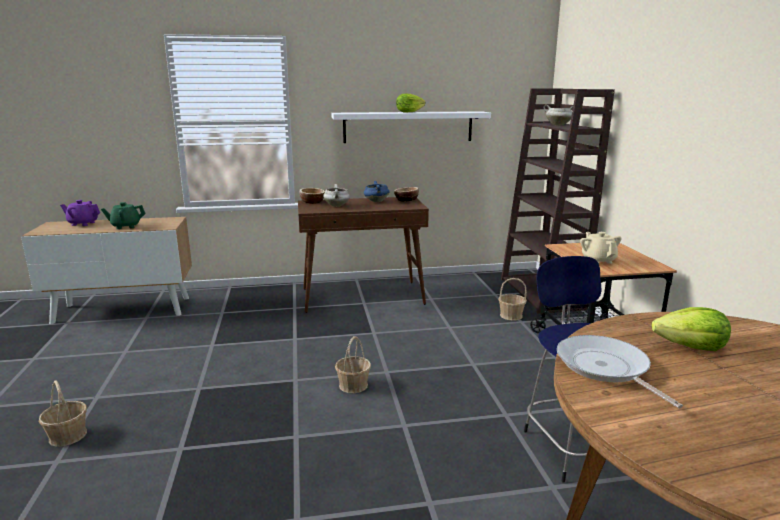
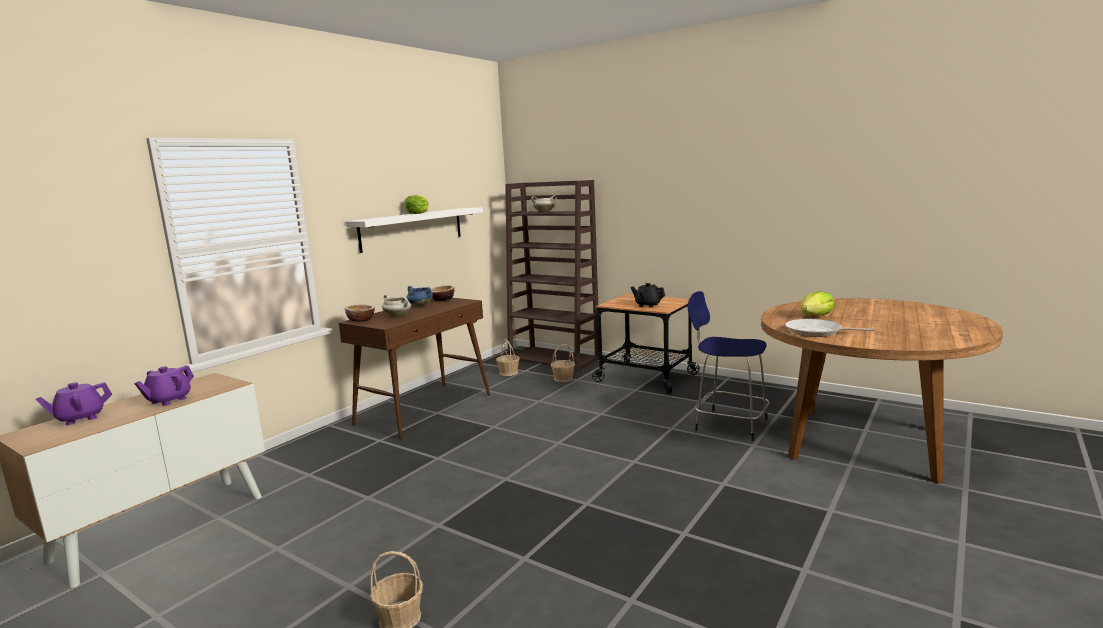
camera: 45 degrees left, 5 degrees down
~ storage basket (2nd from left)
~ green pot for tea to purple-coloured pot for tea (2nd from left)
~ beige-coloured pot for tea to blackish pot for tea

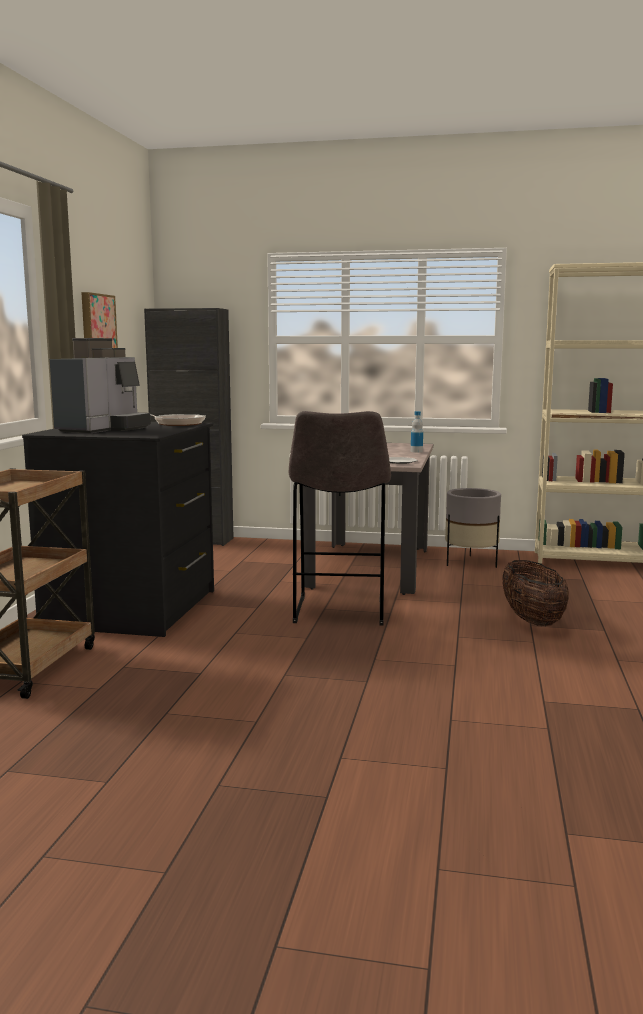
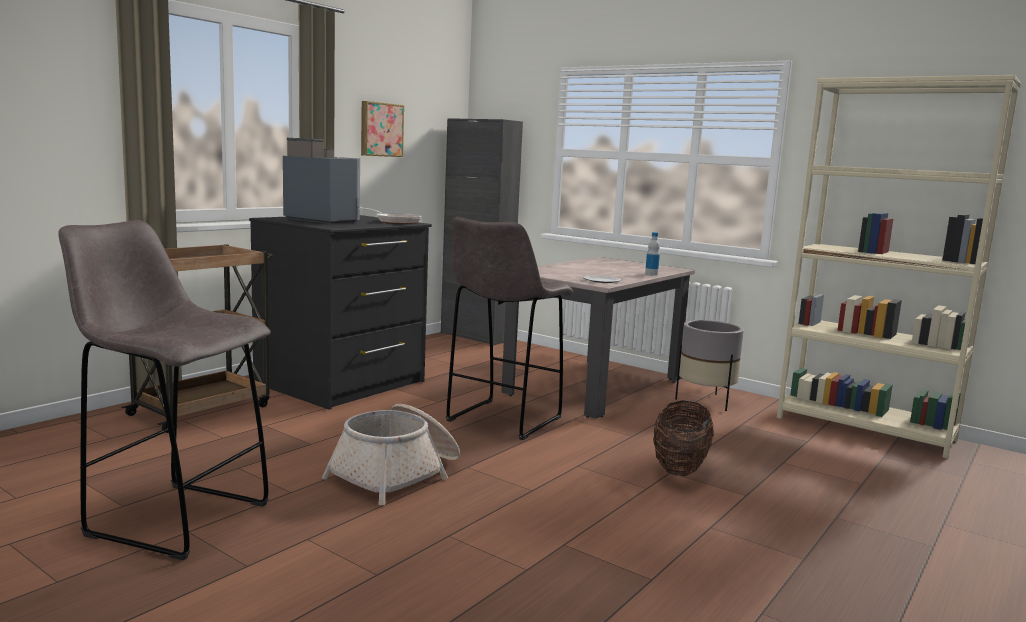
camera: 25 degrees right, 0 degrees up
+ grey stool (1st from left)
+ storage basket (1st from left)
~ coffee machine 105 degrees counterclockwise

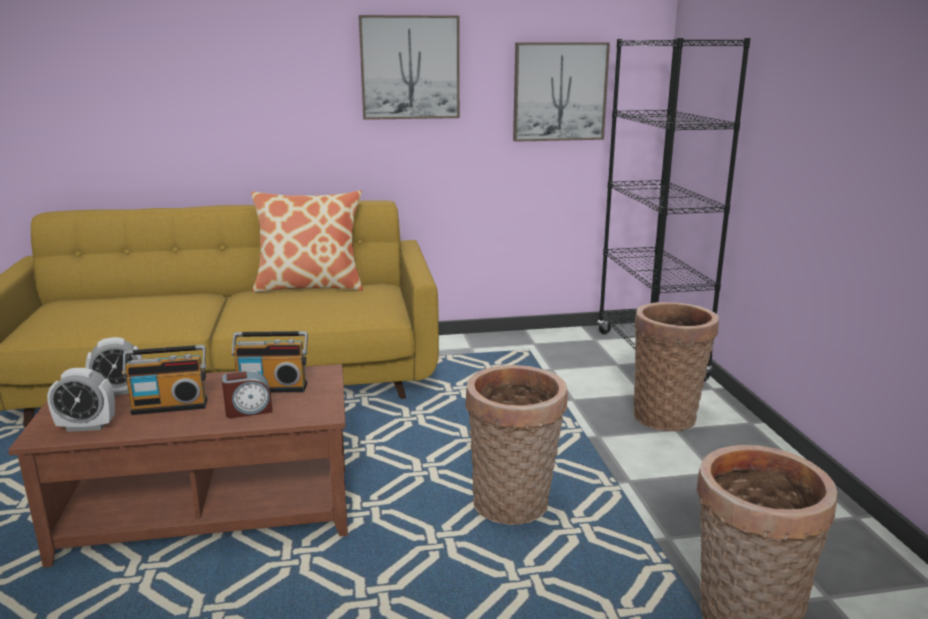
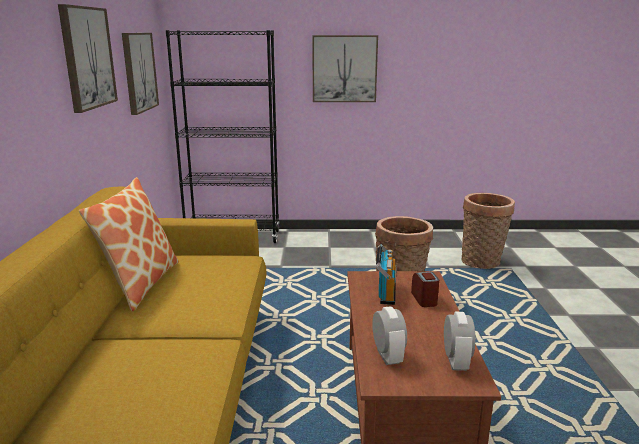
camera: 80 degrees left, 0 degrees up
- radio (1st from left)
- storage basket (2nd from left)
+ picture (3rd from left)

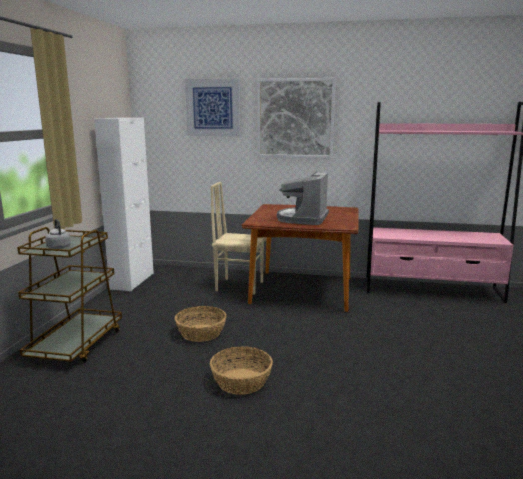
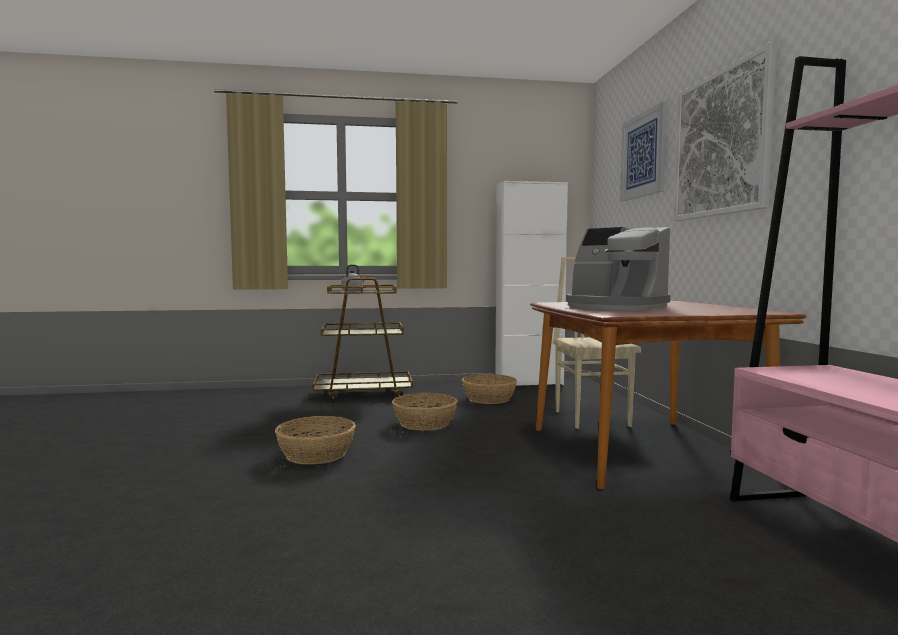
camera: 70 degrees right, 10 degrees down
+ storage basket (3rd from left)
~ coffee machine 135 degrees counterclockwise

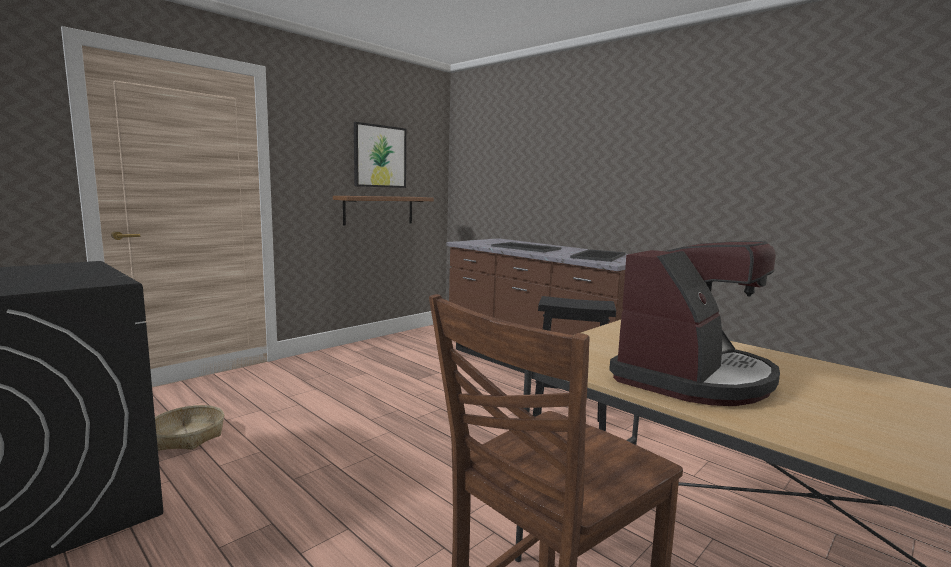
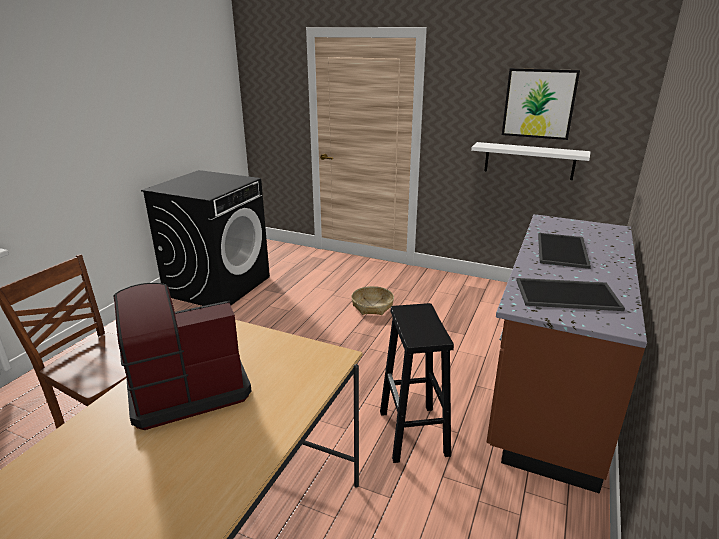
camera: 70 degrees right, 15 degrees up
~ storage basket
~ brown-coloured shelf to whitish shelf
~ coffee machine 135 degrees clockwise

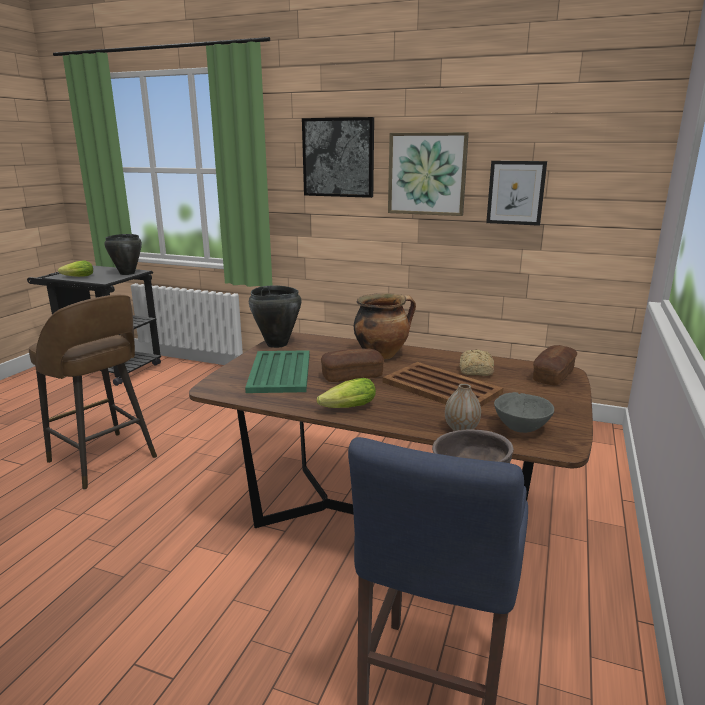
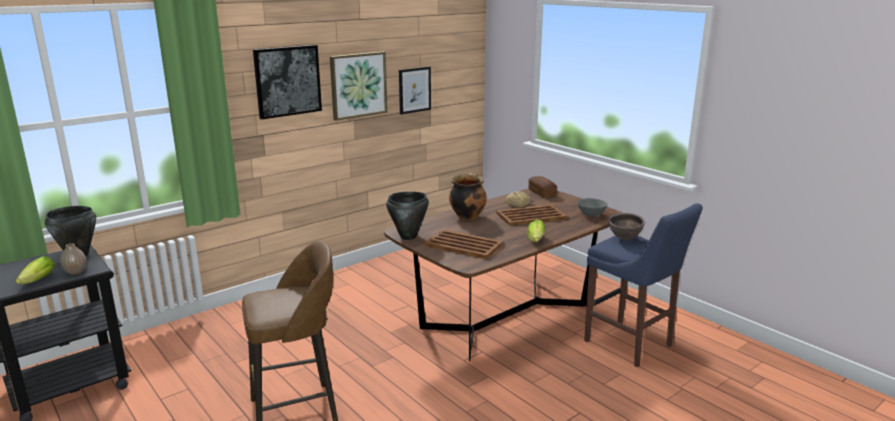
camera: 60 degrees left, 0 degrees up
- bread (1st from left)
~ vase
~ green tray to brown-coloured tray (1st from left)

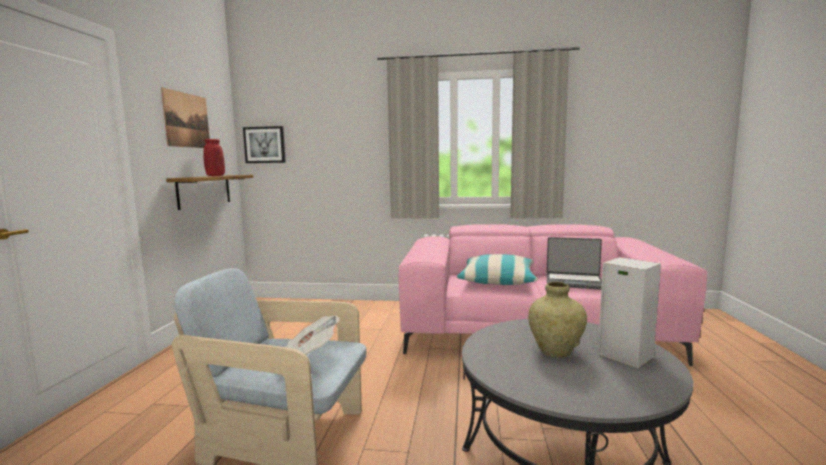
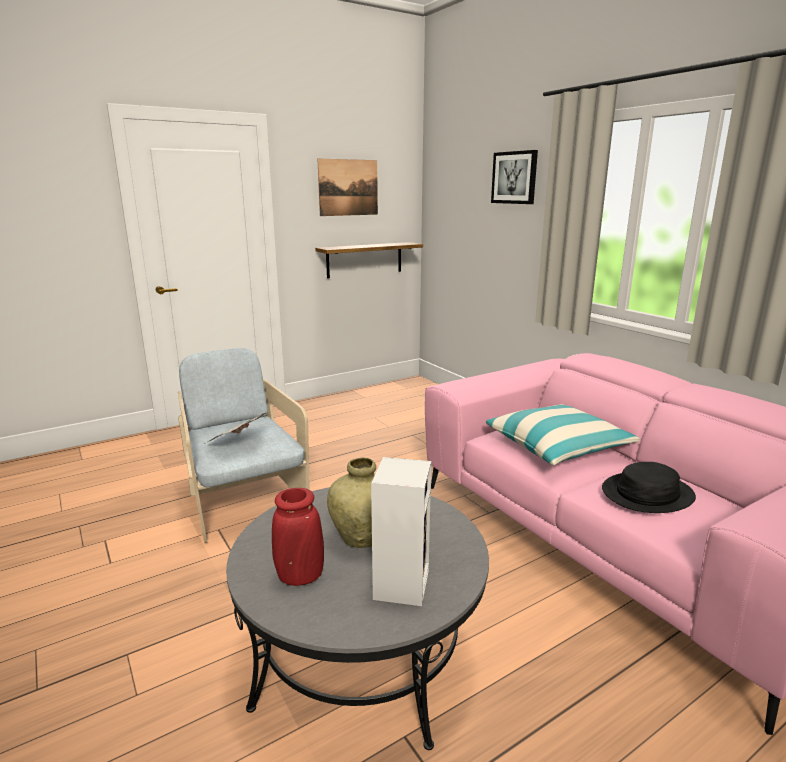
camera: 50 degrees right, 10 degrees up
~ red-coloured vase
~ picture (2nd from left)
~ portable computer to blackish wearable hat

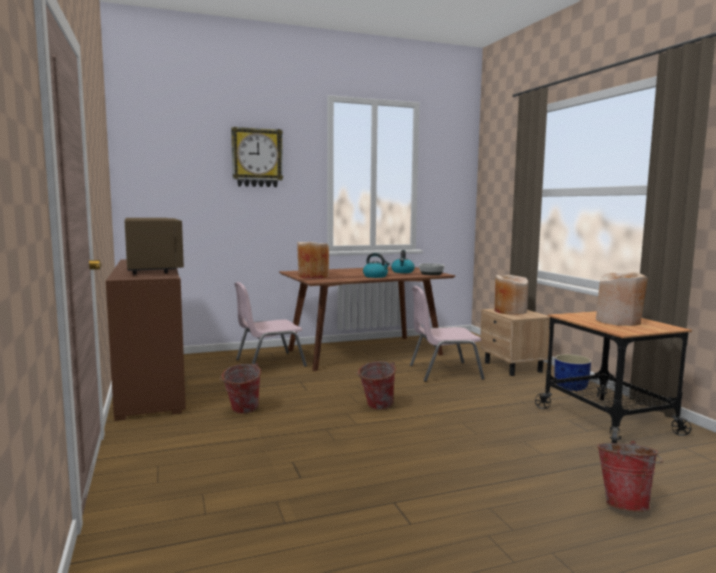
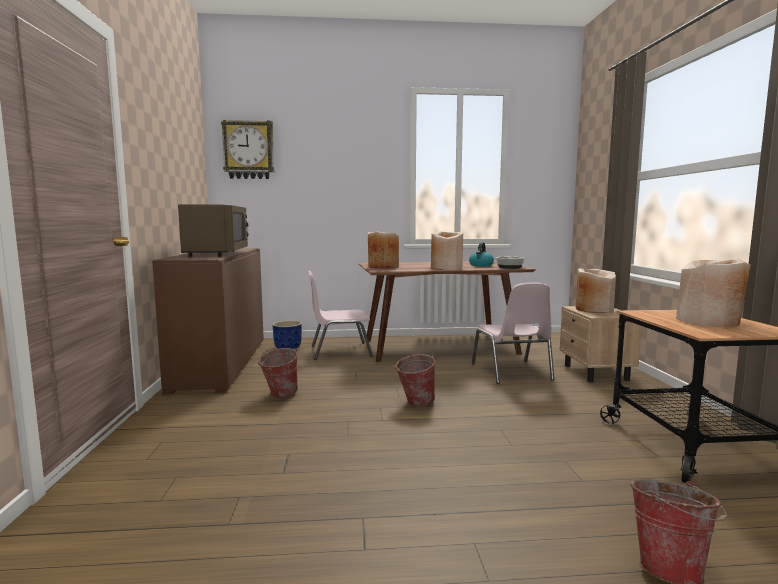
camera: 15 degrees right, 0 degrees up
~ clock on the wall
~ blue planter
~ water kettle (1st from left) to beige-coloured vase (2nd from left)
~ pink chair (2nd from left) 105 degrees counterclockwise

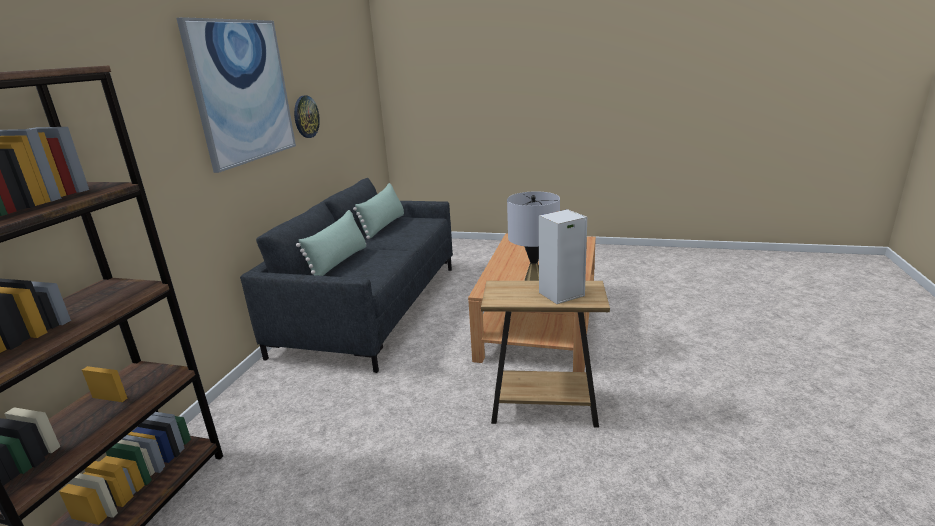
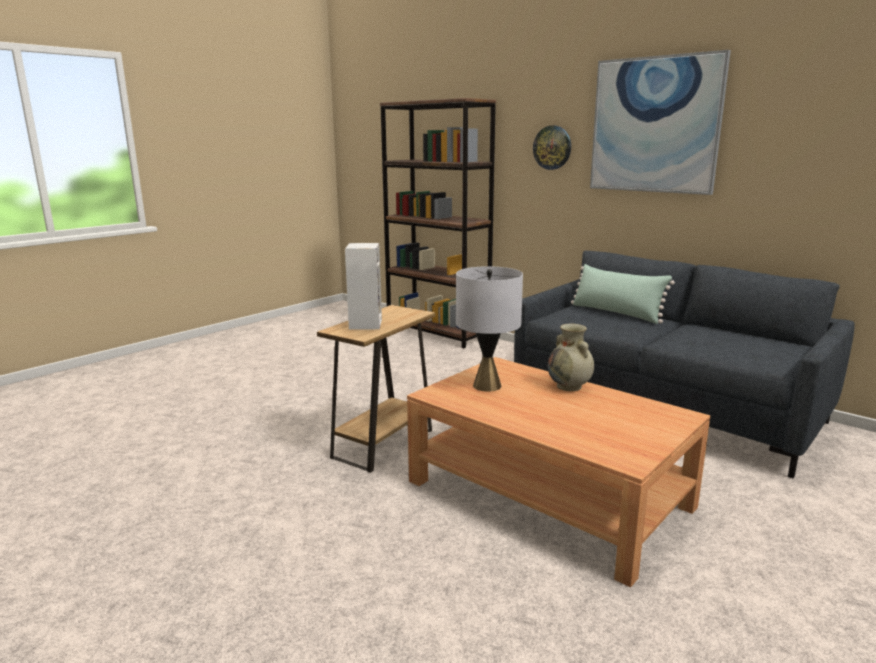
camera: 115 degrees right, 5 degrees down
- green pillow (2nd from left)
+ beige-coloured vase
~ clock on the wall

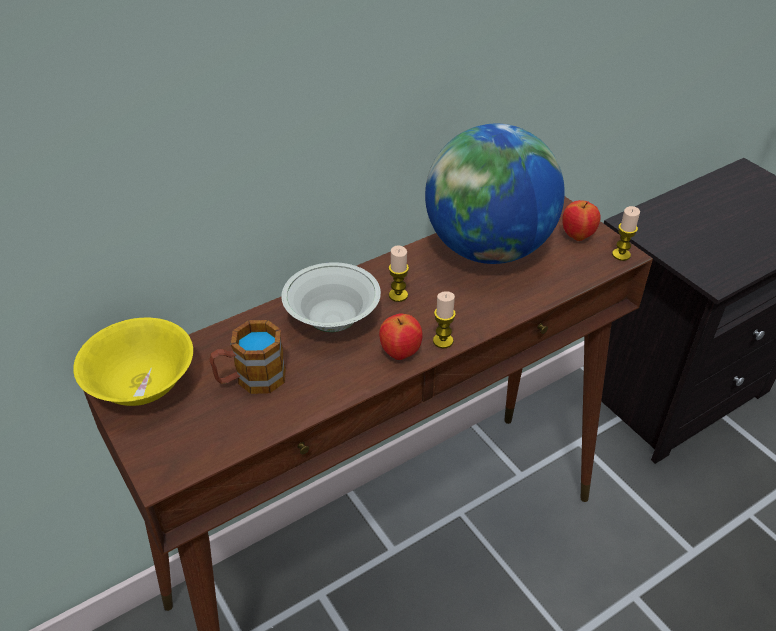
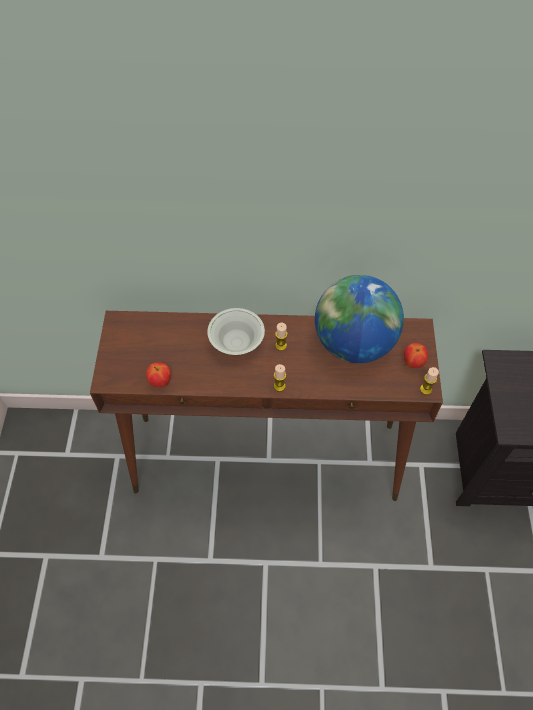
camera: 35 degrees right, 15 degrees up
- yellow deep dish
- mug
~ apple (1st from left)

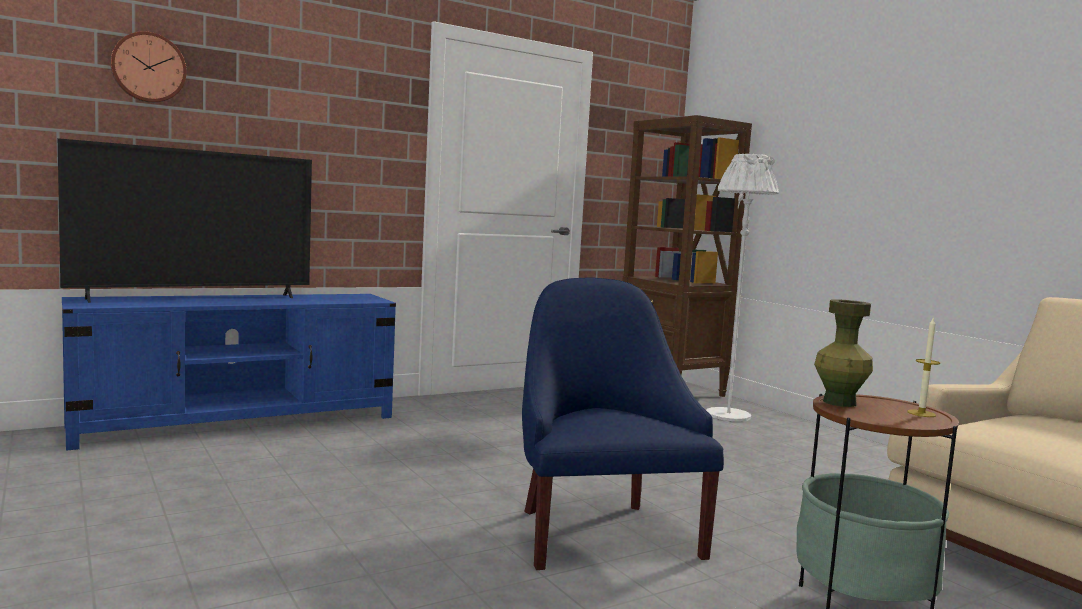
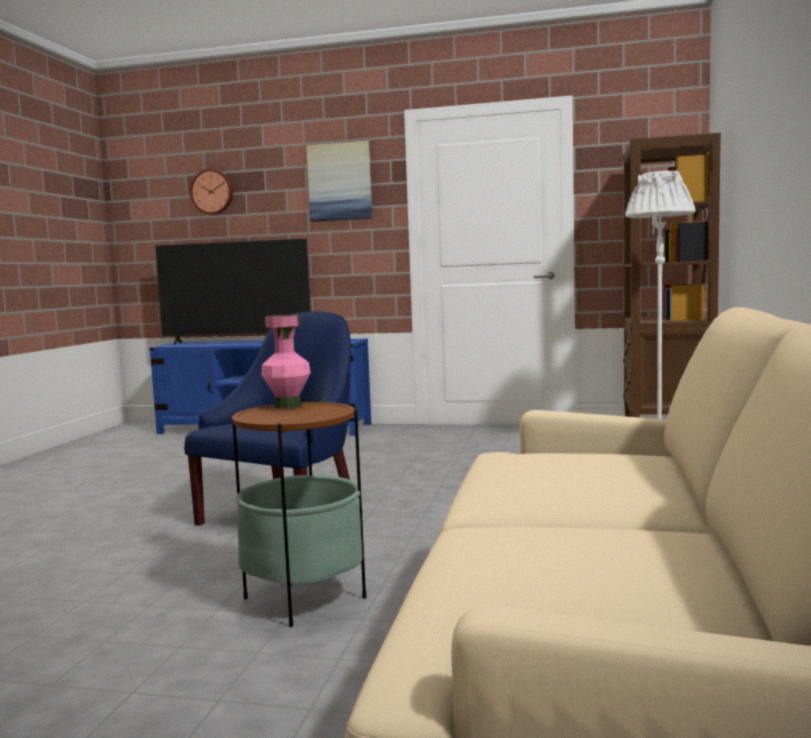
camera: 45 degrees right, 0 degrees up
- wax candle
+ picture
~ green vase to pink vase

